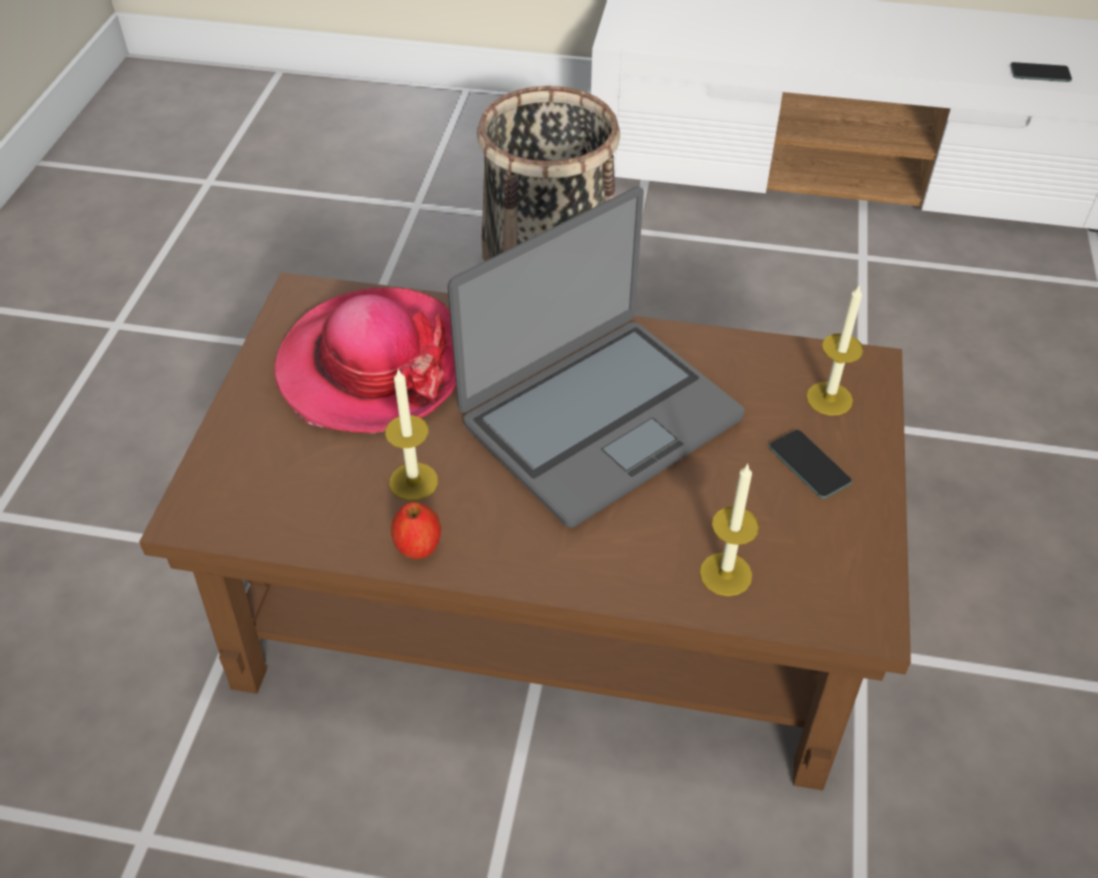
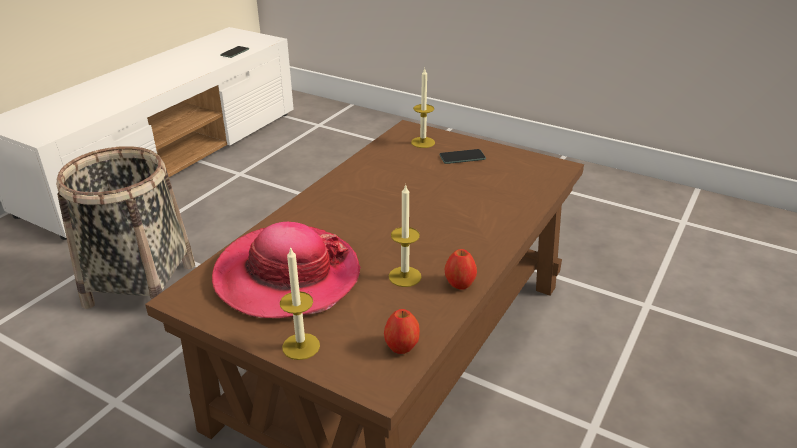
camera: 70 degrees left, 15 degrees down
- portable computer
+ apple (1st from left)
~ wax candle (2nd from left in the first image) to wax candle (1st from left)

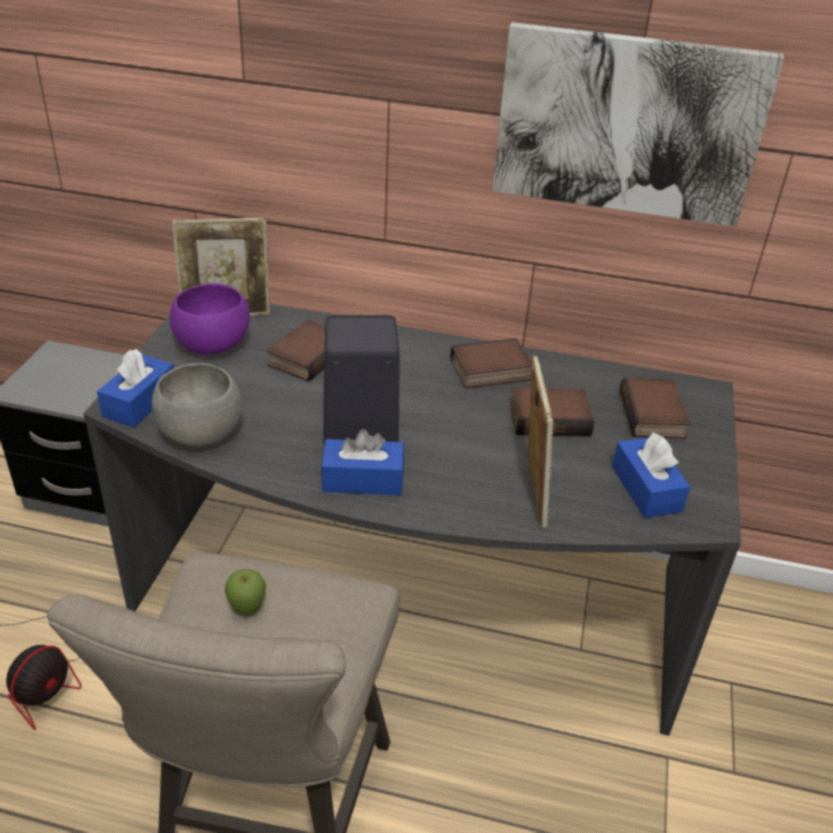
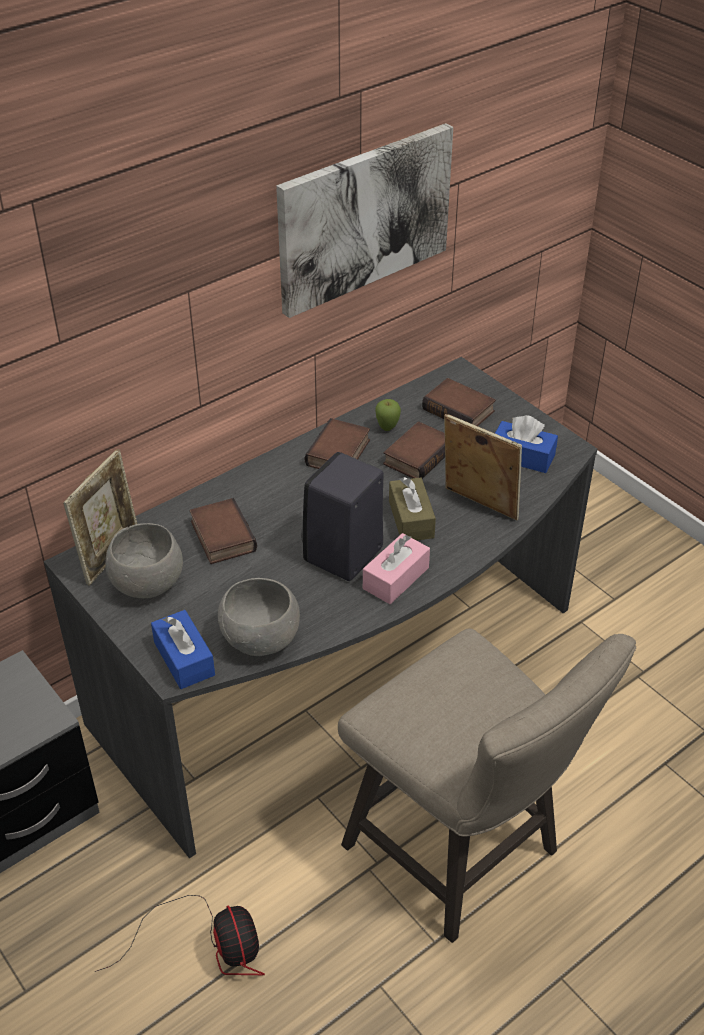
camera: 50 degrees left, 5 degrees up
+ brown-coloured tissue holder
~ apple
~ purple-coloured deep dish to grey deep dish (1st from left)
~ blue tissue holder (2nd from left) to pink tissue holder

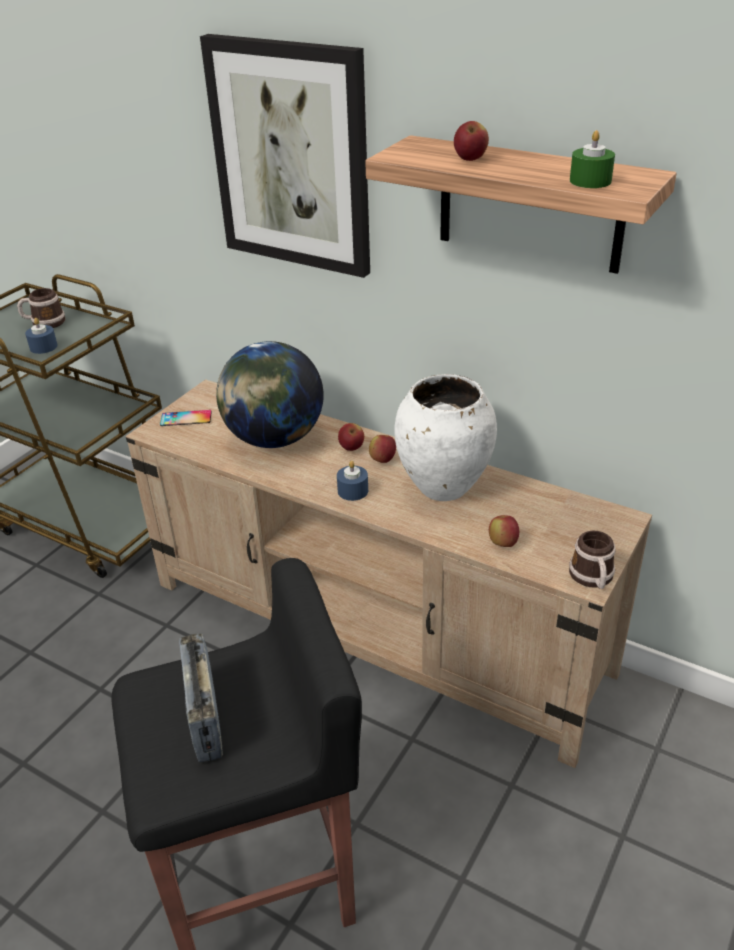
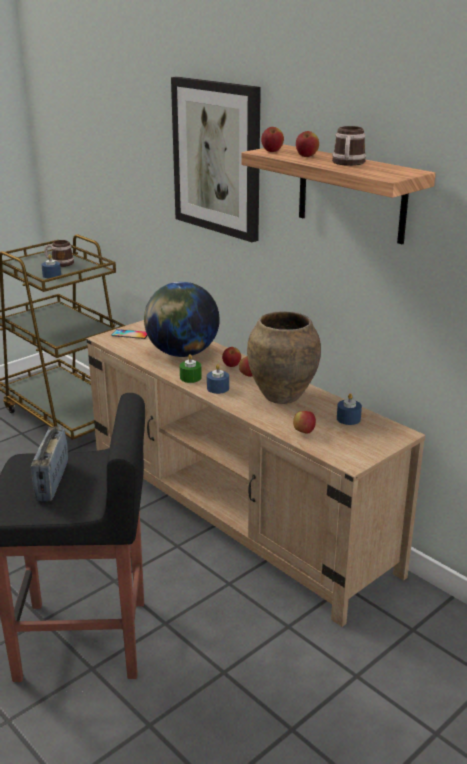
camera: 15 degrees right, 10 degrees down
+ apple (3rd from left)
+ blue wax candle (3rd from left)
~ mug (2nd from left)
~ green wax candle
~ whitish vase to brown-coloured vase

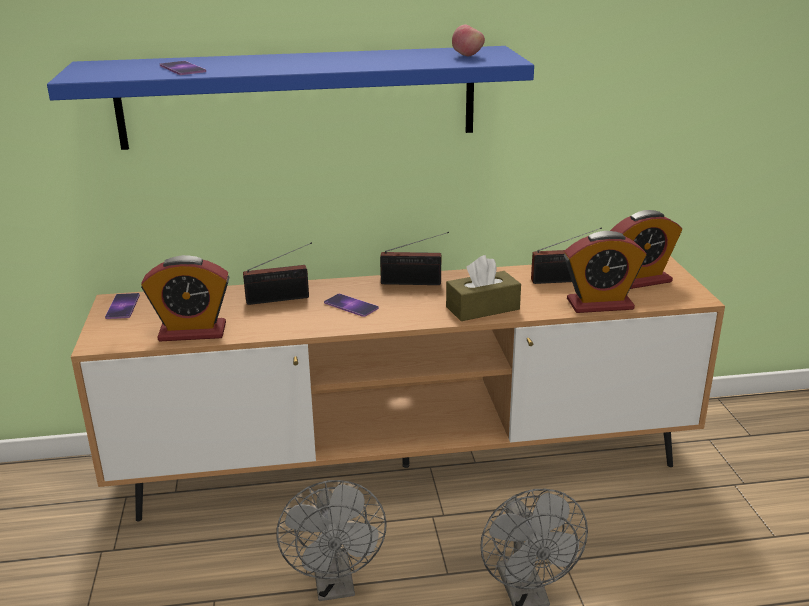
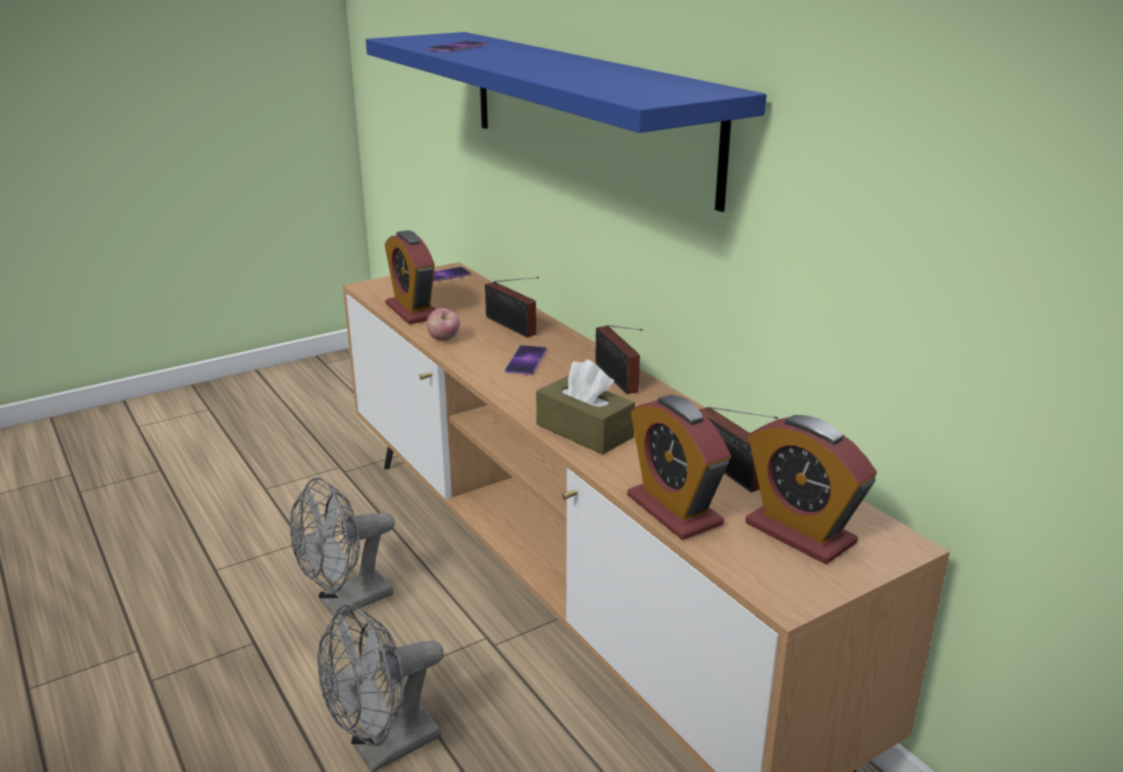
camera: 65 degrees right, 0 degrees up
~ apple

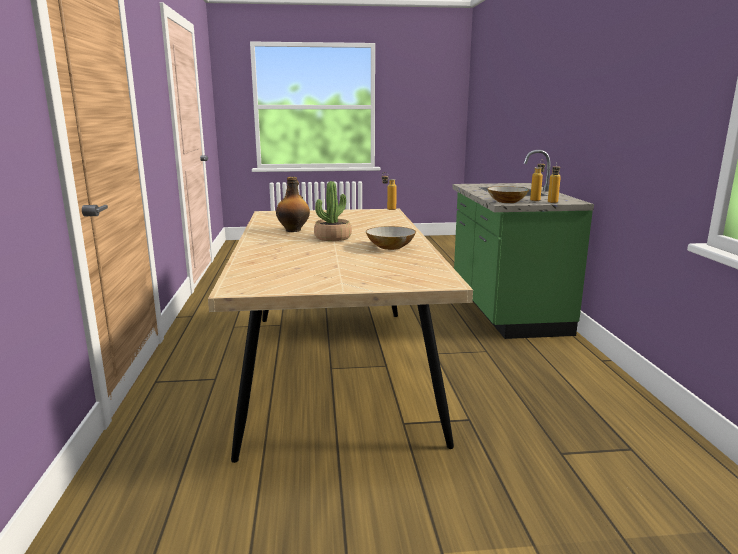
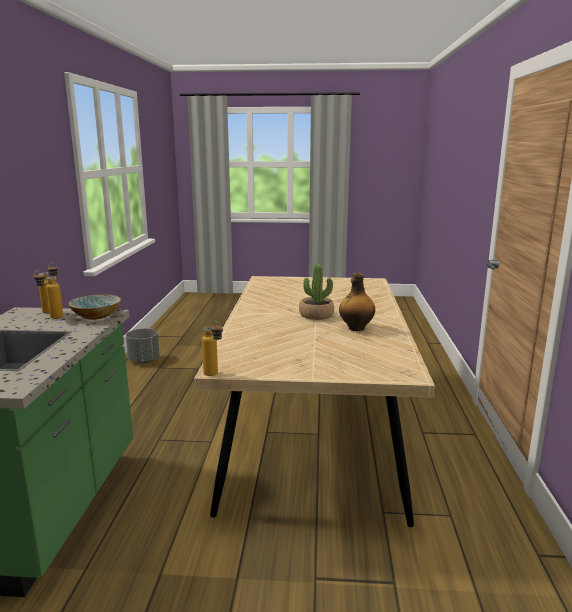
camera: 170 degrees left, 0 degrees up
- deep dish (1st from left)
+ grey planter

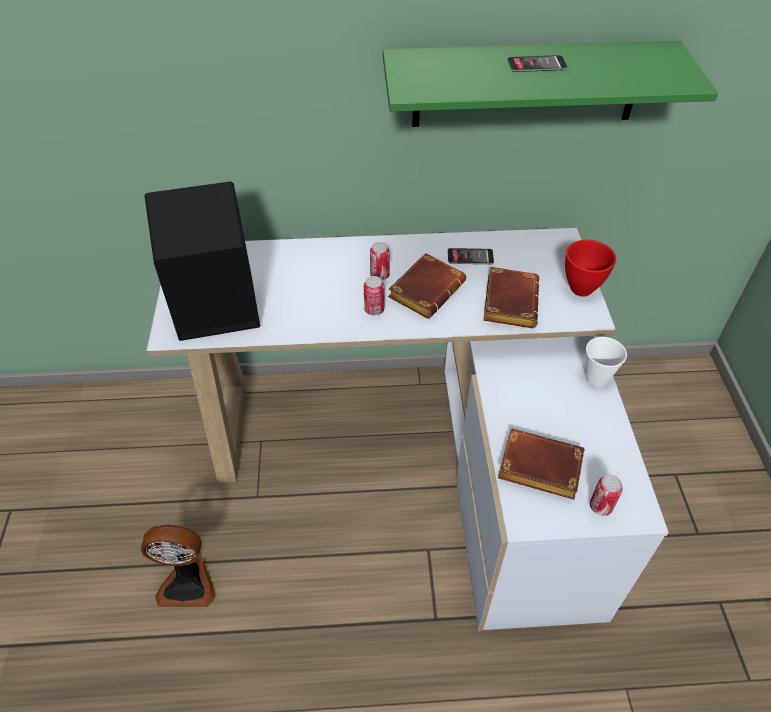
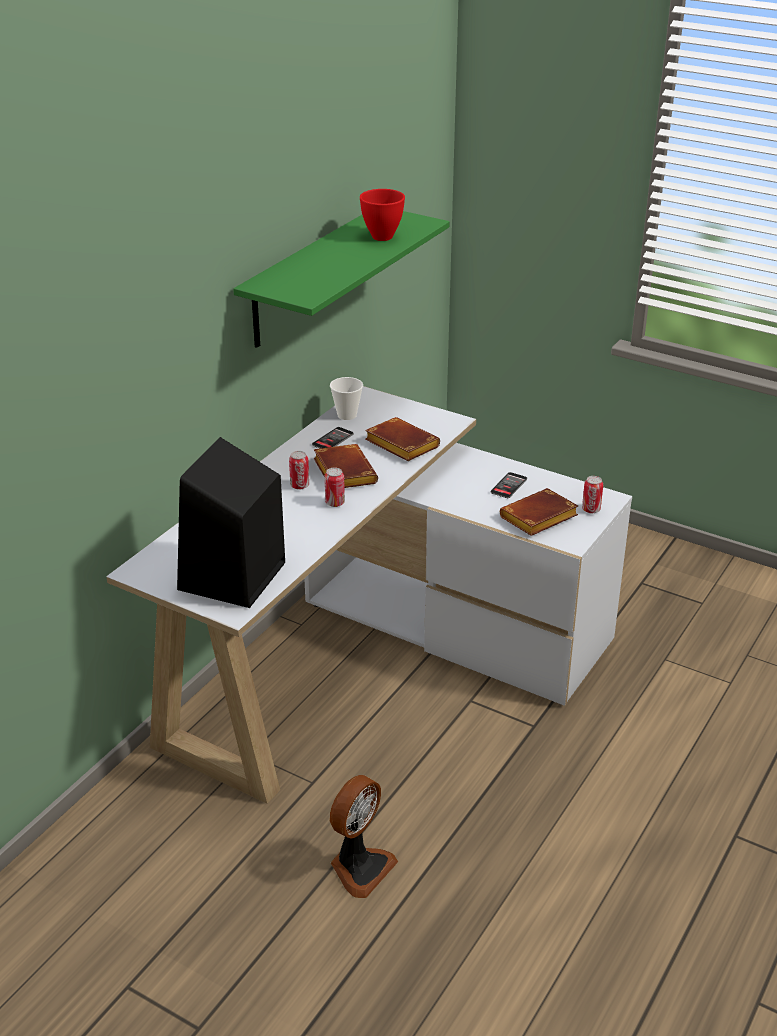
camera: 55 degrees left, 15 degrees down
~ handset (2nd from left)
~ red-coloured deep dish
~ drinking cup

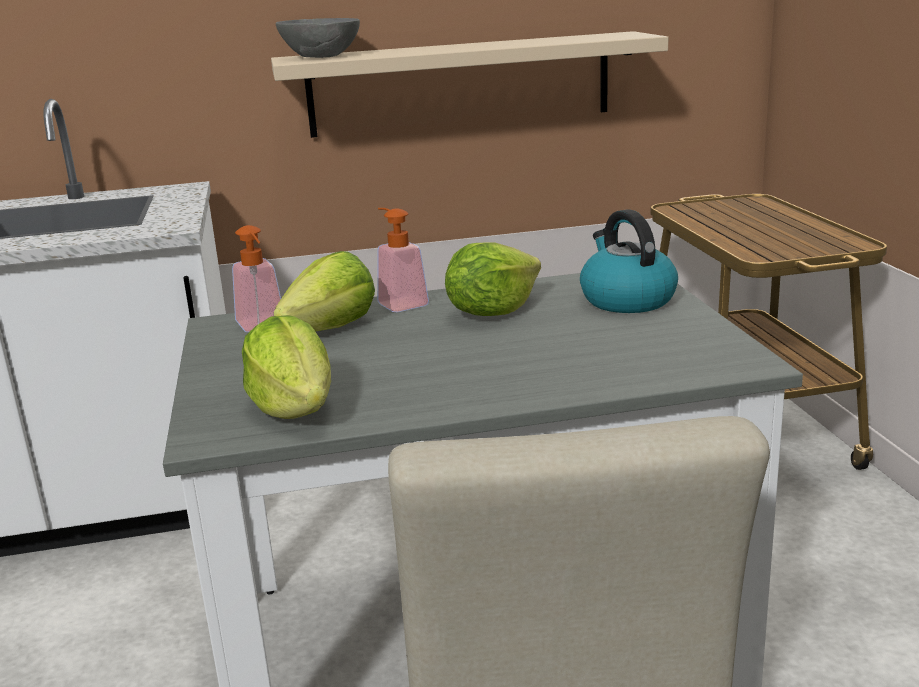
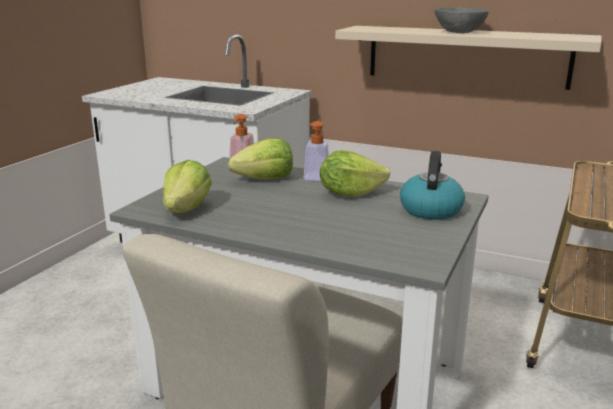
camera: 35 degrees right, 0 degrees up
~ grey deep dish

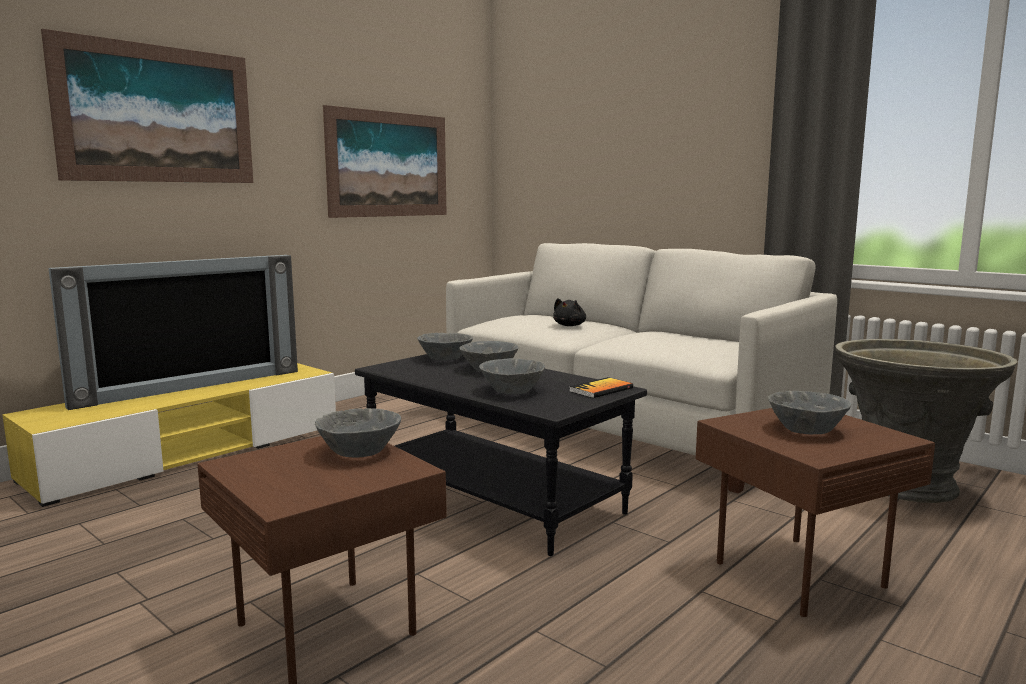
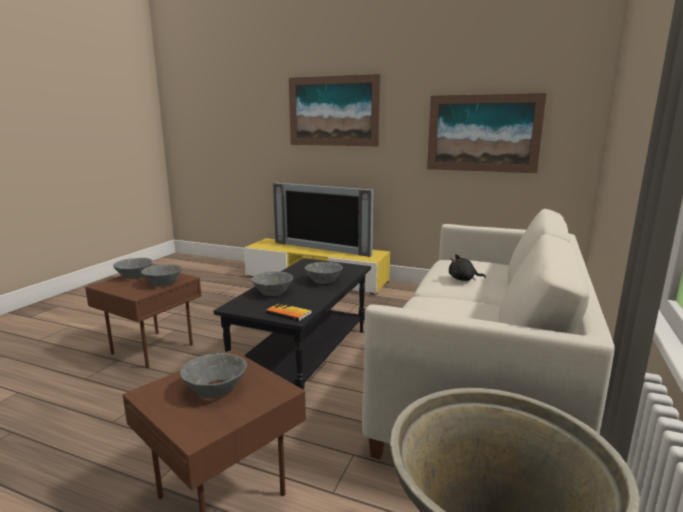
camera: 70 degrees right, 5 degrees up
~ grey deep dish (2nd from left in the first image) to grey deep dish (1st from left)

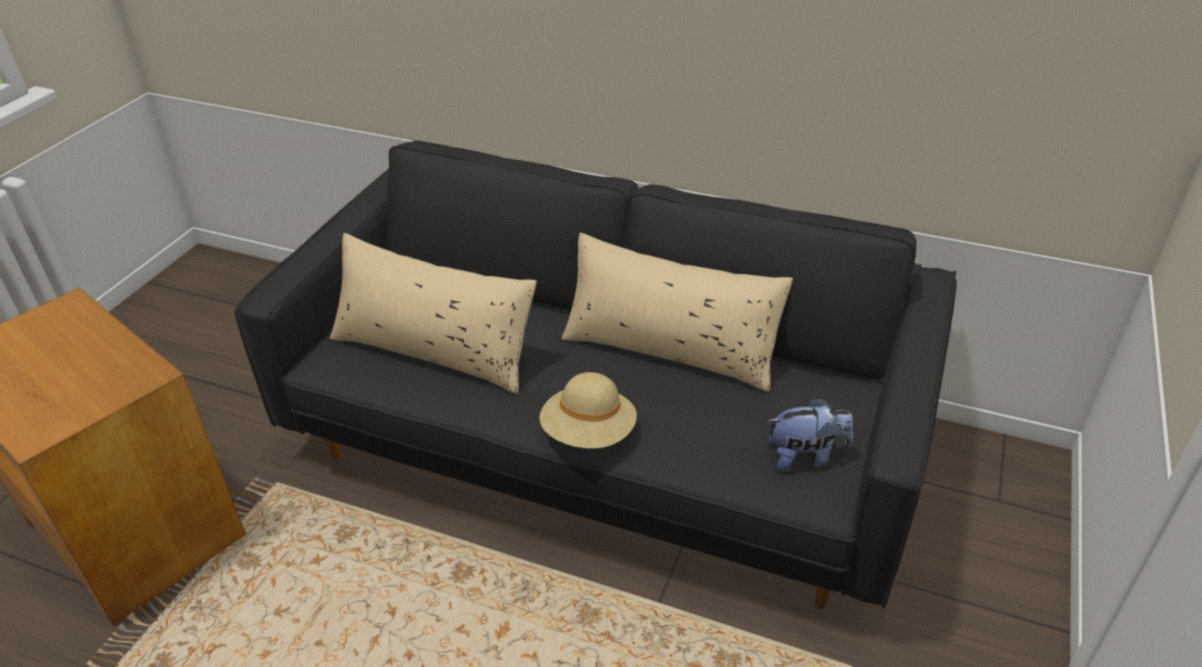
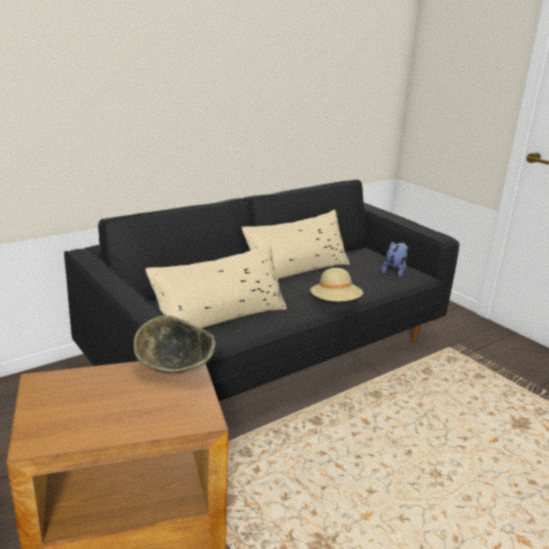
camera: 60 degrees left, 15 degrees down
+ deep dish

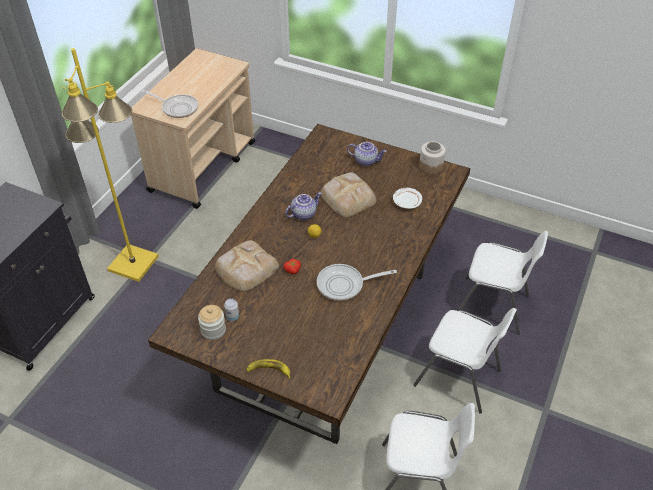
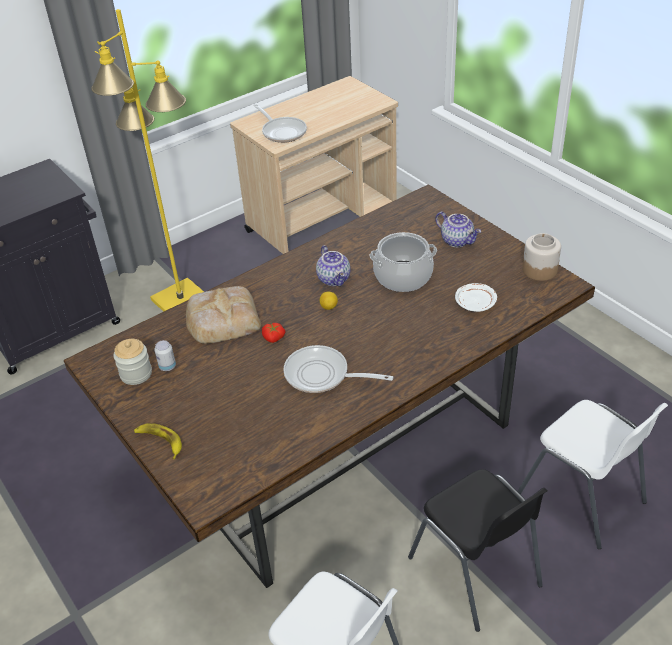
camera: 30 degrees right, 5 degrees down
~ bread (2nd from left) to stockpot
~ whitish chair (2nd from left) to blackish chair
~ pot for tea (1st from left) 75 degrees clockwise

